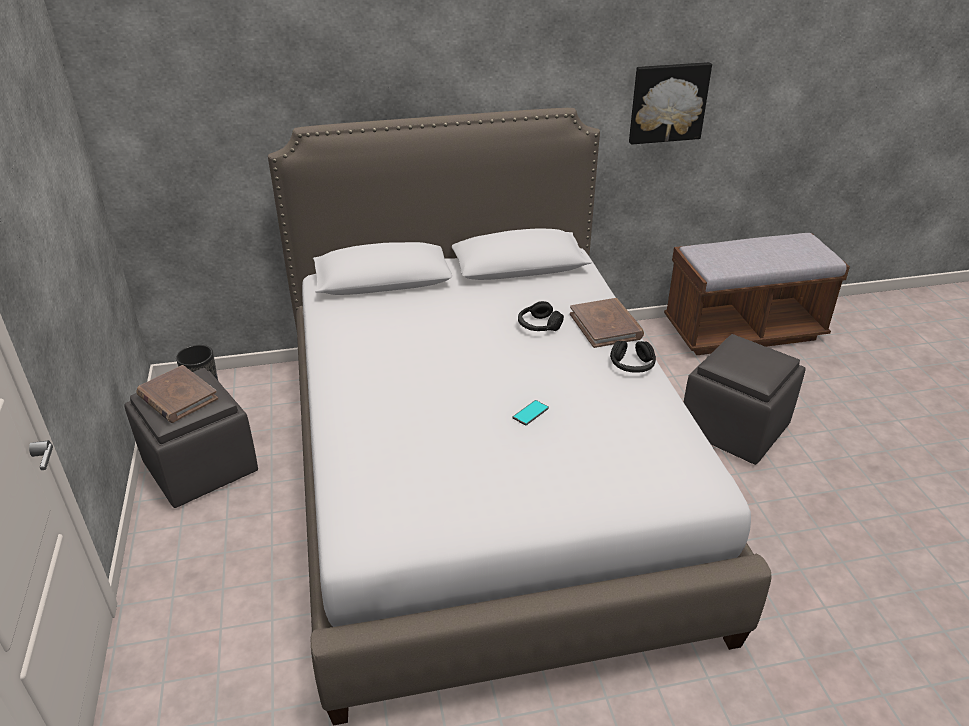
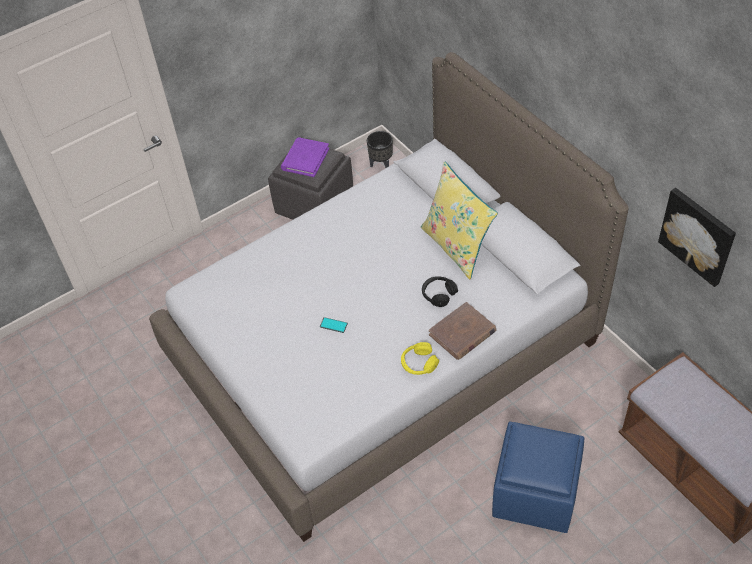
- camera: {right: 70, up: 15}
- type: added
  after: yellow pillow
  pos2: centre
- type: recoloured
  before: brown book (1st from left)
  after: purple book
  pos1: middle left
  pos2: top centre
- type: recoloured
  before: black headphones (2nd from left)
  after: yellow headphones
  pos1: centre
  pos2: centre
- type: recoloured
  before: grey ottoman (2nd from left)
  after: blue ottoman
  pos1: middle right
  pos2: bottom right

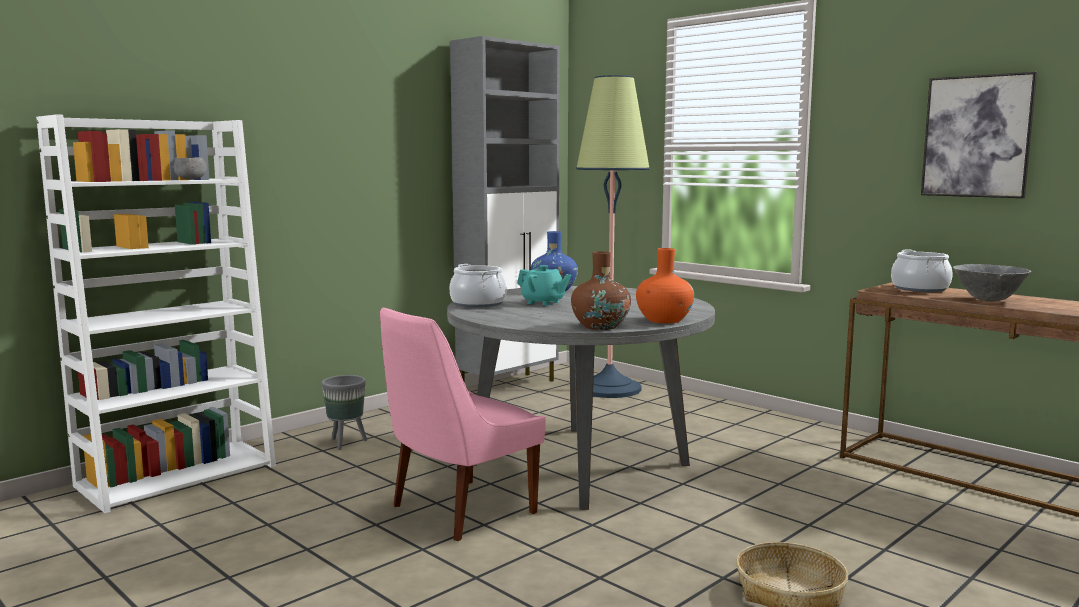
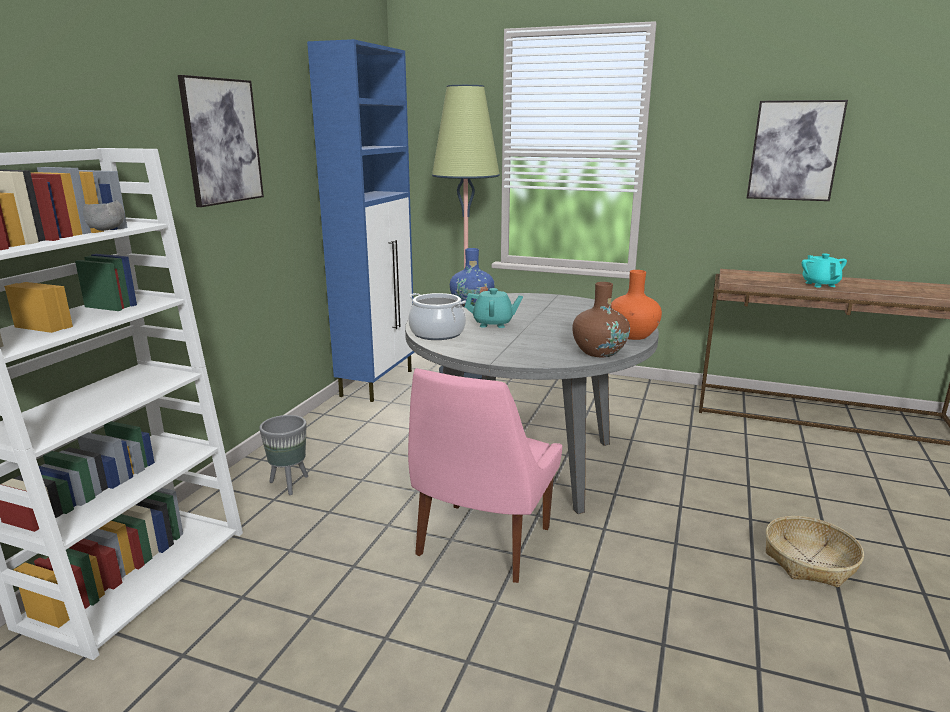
- camera: {right: -25, up: 10}
- type: removed
  before: cooking pot (2nd from left)
  pos1: middle right
- type: added
  after: picture (1st from left)
  pos2: top left
- type: replaced
  before: grey bowl (2nd from left)
  after: turquoise teapot (2nd from left)
  pos1: middle right
  pos2: middle right
- type: recoloured
  before: grey cabinet
  after: blue cabinet
  pos1: centre
  pos2: top centre

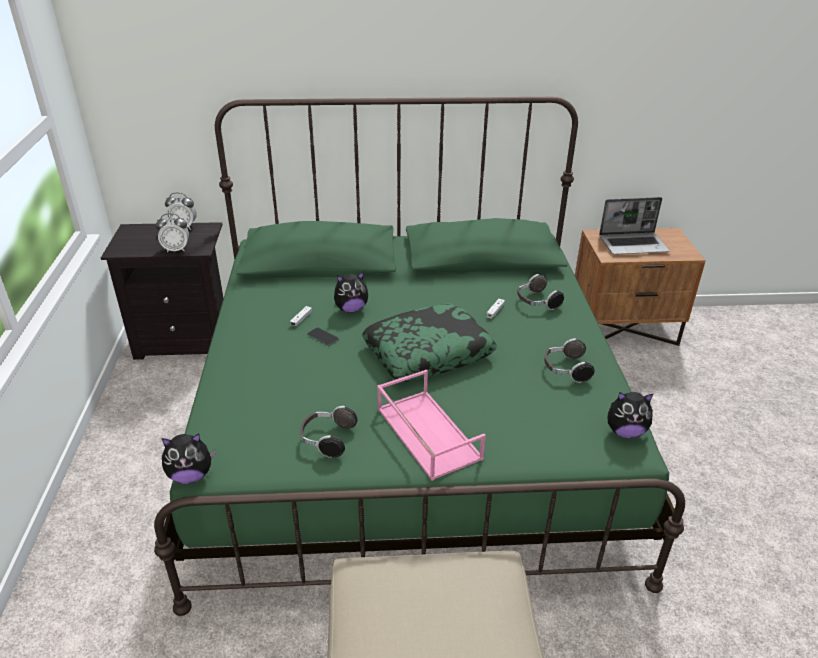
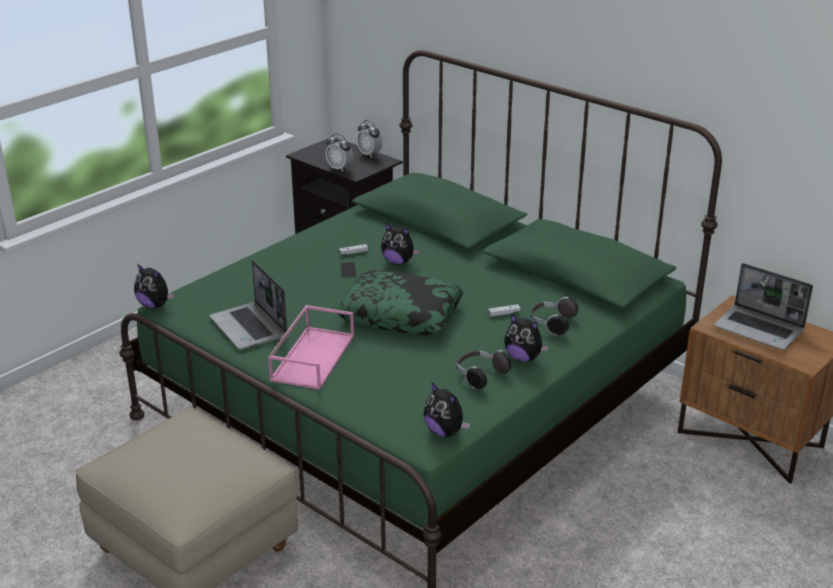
- camera: {right: 45, up: -5}
- type: added
  after: plush toy (4th from left)
  pos2: centre
- type: replaced
  before: headphones (1st from left)
  after: laptop (1st from left)
  pos1: centre
  pos2: middle left

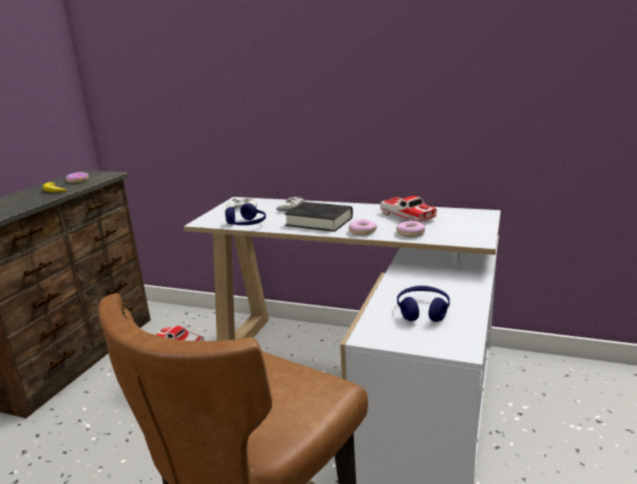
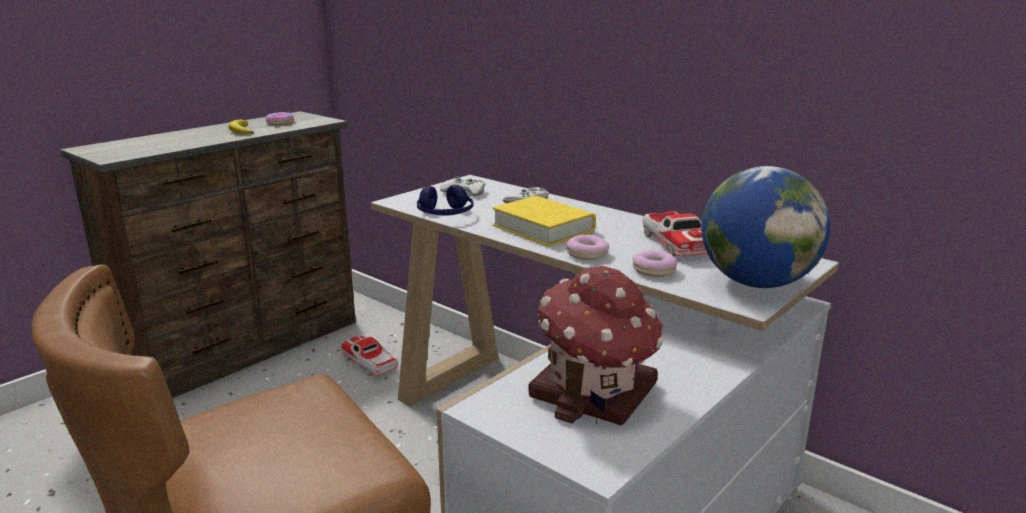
- camera: {right: 20, up: 0}
- type: added
  after: globe
  pos2: middle right
- type: replaced
  before: blue headphones (2nd from left)
  after: toy house
  pos1: centre
  pos2: bottom centre
- type: recoloured
  before: black book
  after: yellow book
  pos1: centre
  pos2: centre

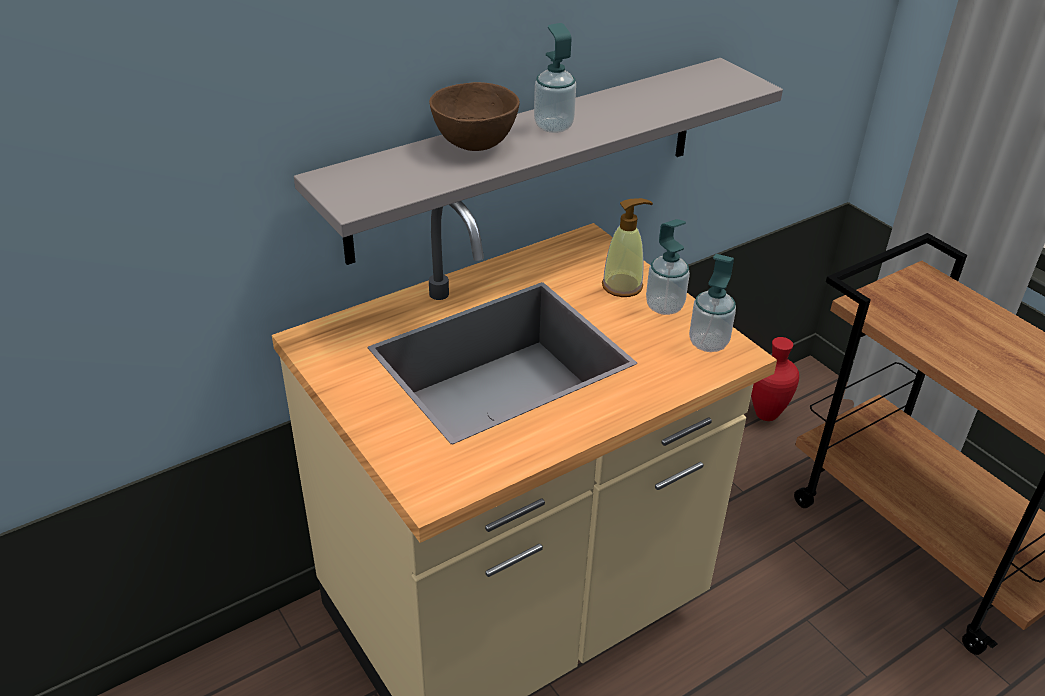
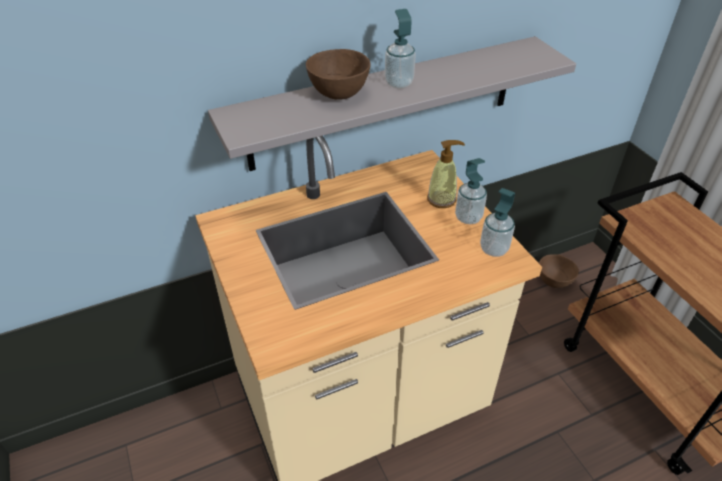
- camera: {right: 10, up: 5}
- type: replaced
  before: red vase
  after: brown bowl (2nd from left)
  pos1: middle right
  pos2: middle right

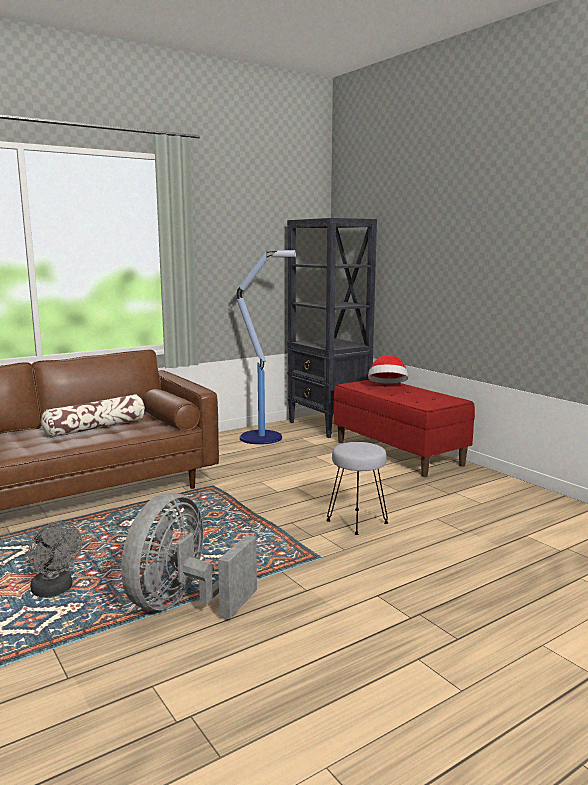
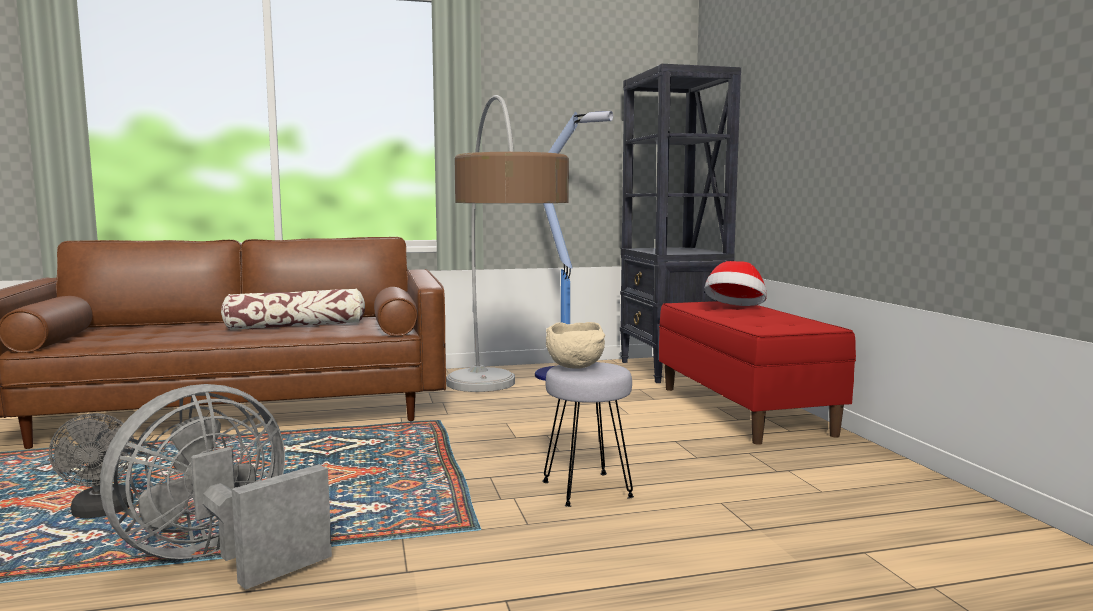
- camera: {right: 20, up: -5}
- type: added
  after: floor lamp (1st from left)
  pos2: centre
- type: added
  after: beige bowl
  pos2: centre

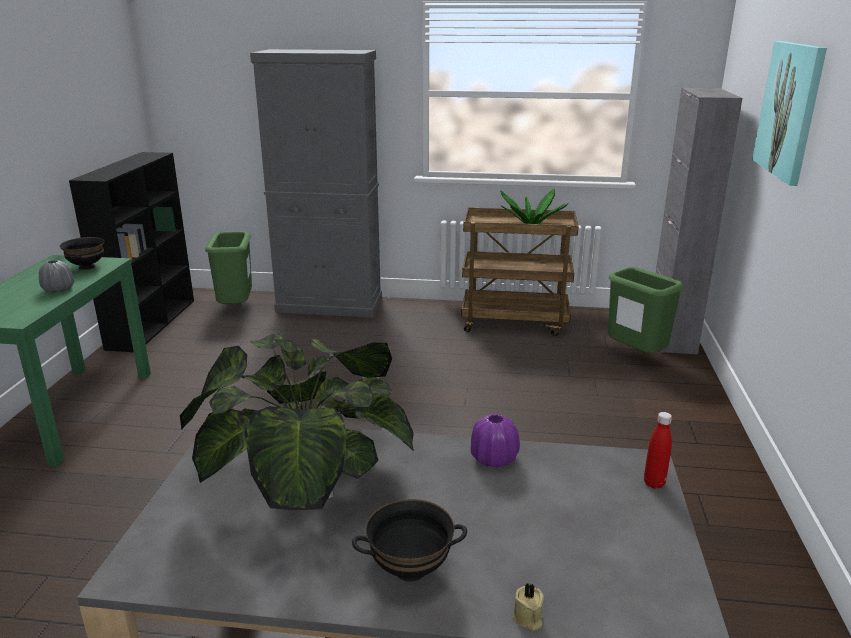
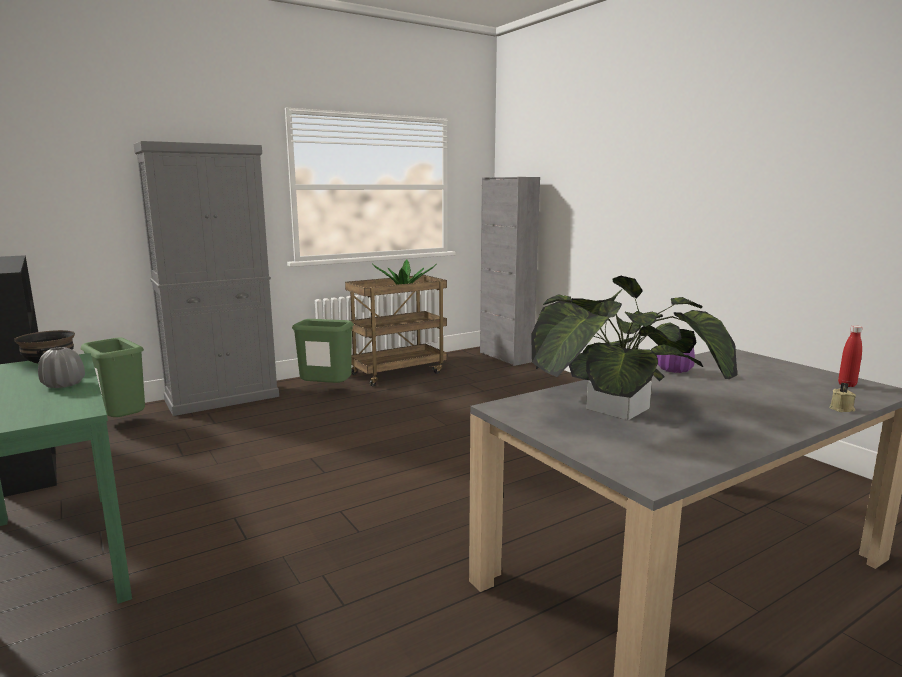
- camera: {right: -40, up: -10}
- type: removed
  before: black bowl (2nd from left)
  pos1: bottom centre
- type: removed
  before: picture
  pos1: top right
- type: moved
  before: green trash can (2nd from left)
  pos1: middle right
  pos2: centre
- type: moved
  before: red bottle
  pos1: bottom right
  pos2: middle right

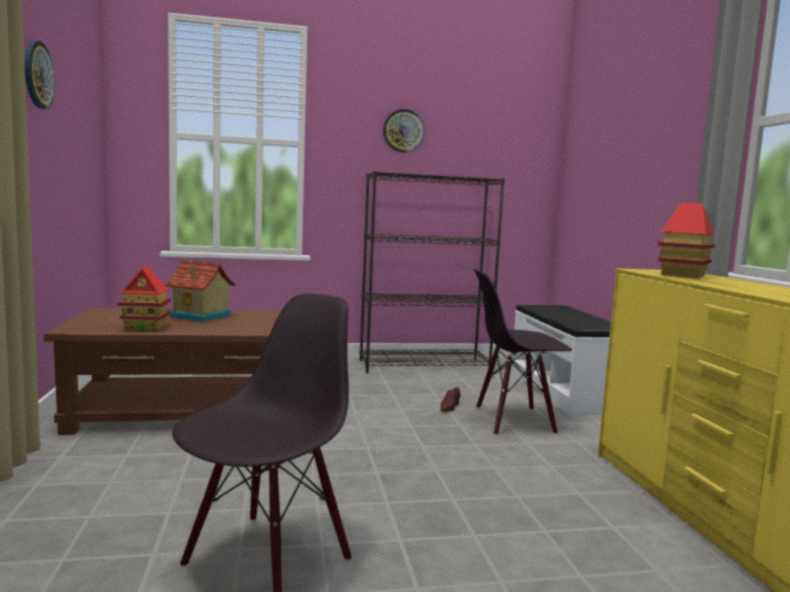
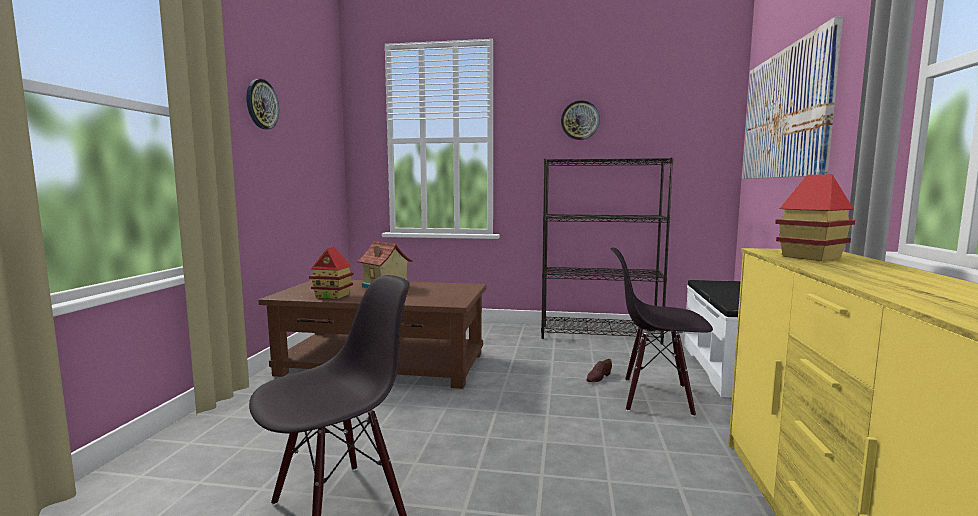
- camera: {right: 20, up: 0}
- type: added
  after: picture
  pos2: top right

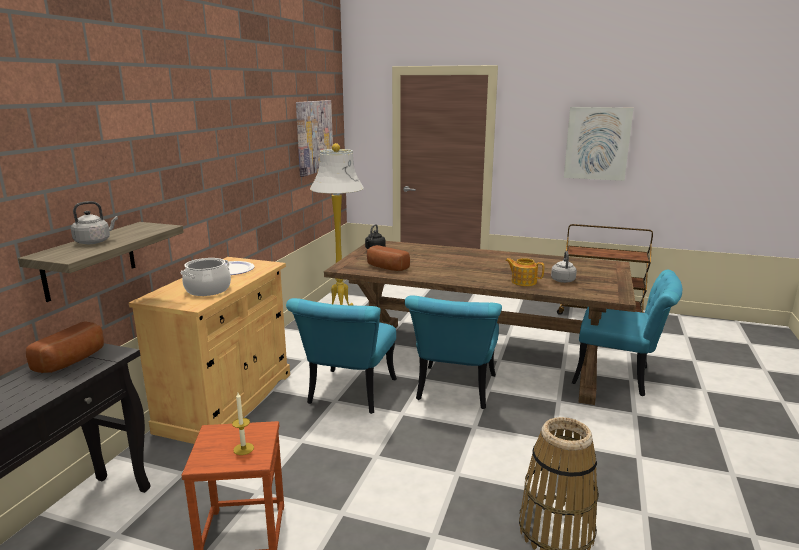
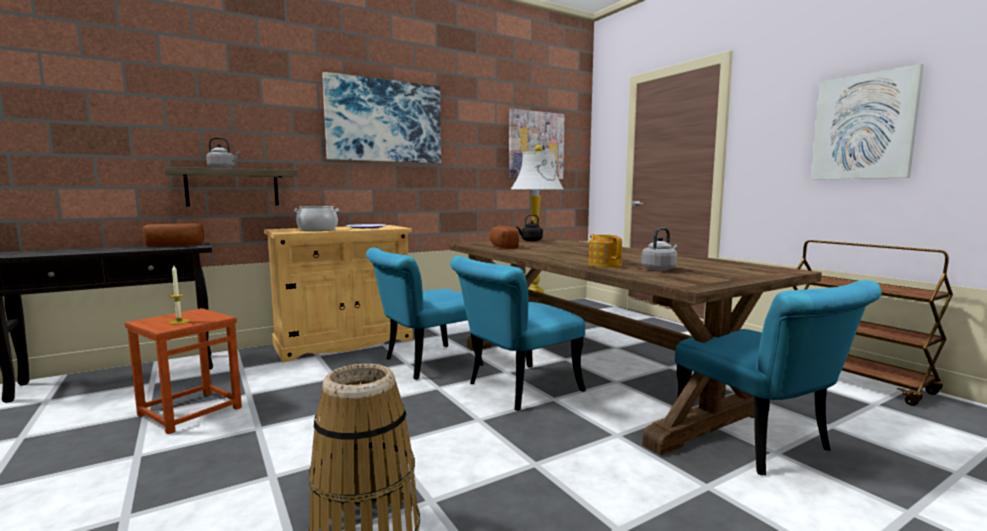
- camera: {right: 40, up: -10}
- type: added
  after: picture (1st from left)
  pos2: top centre

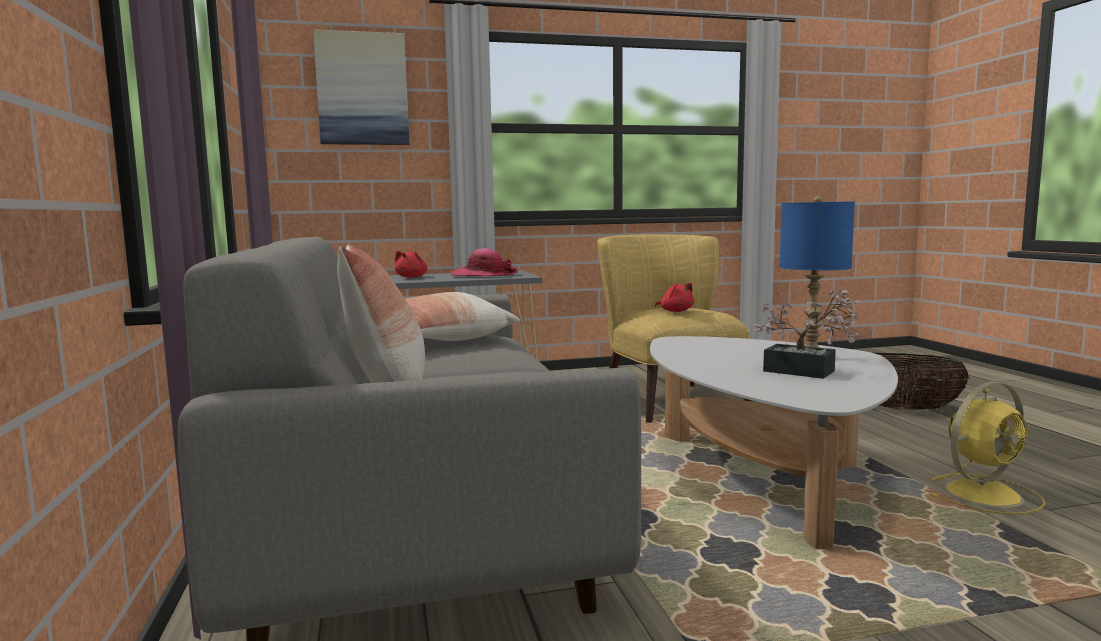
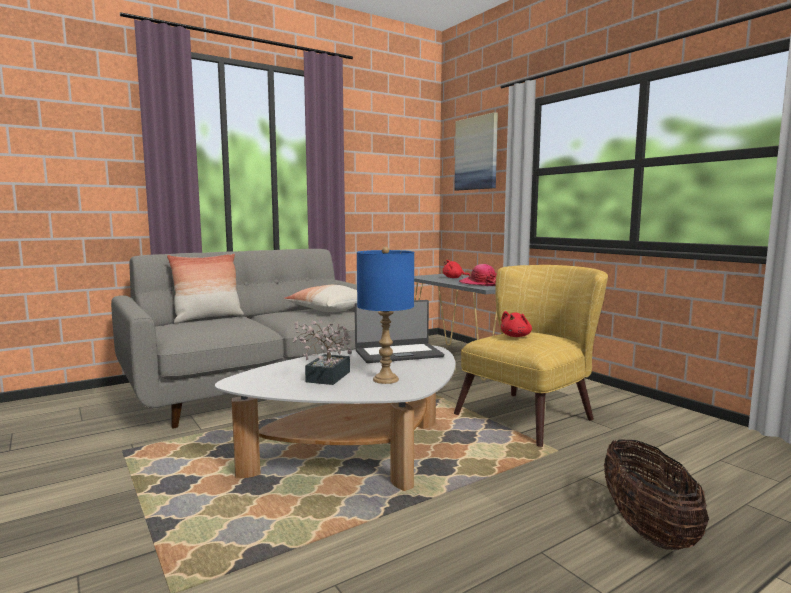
- camera: {right: 70, up: 0}
- type: removed
  before: yellow fan
  pos1: bottom right
- type: added
  after: laptop
  pos2: centre

